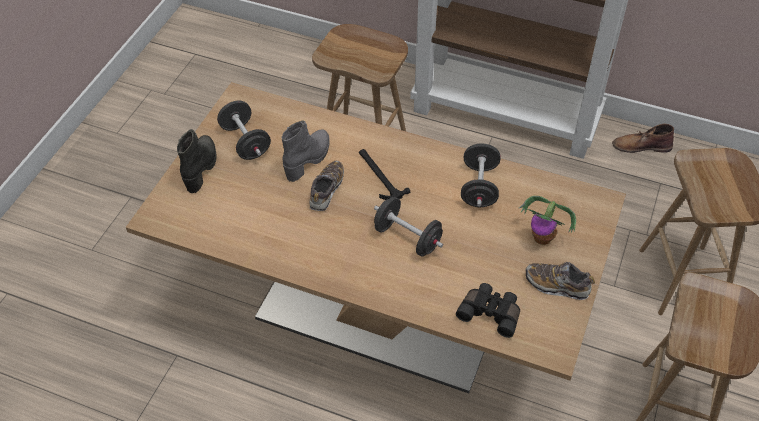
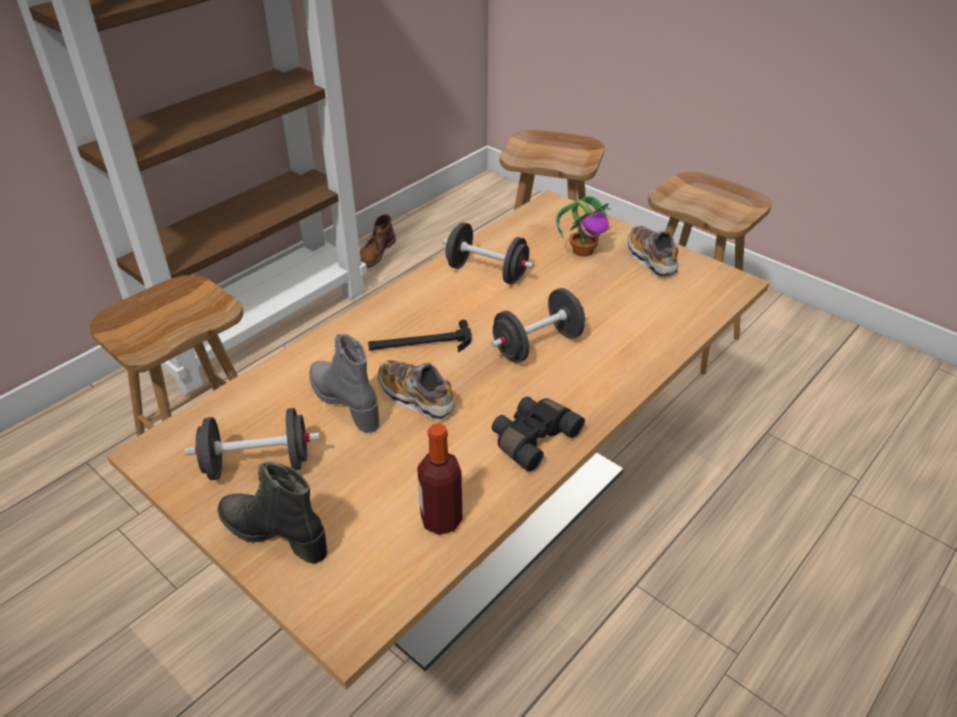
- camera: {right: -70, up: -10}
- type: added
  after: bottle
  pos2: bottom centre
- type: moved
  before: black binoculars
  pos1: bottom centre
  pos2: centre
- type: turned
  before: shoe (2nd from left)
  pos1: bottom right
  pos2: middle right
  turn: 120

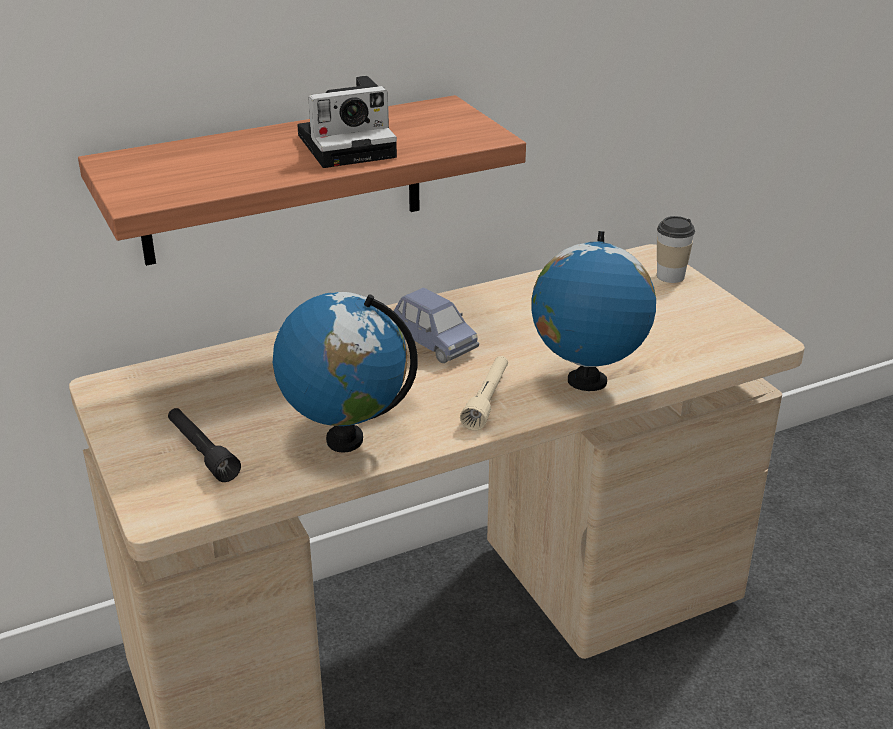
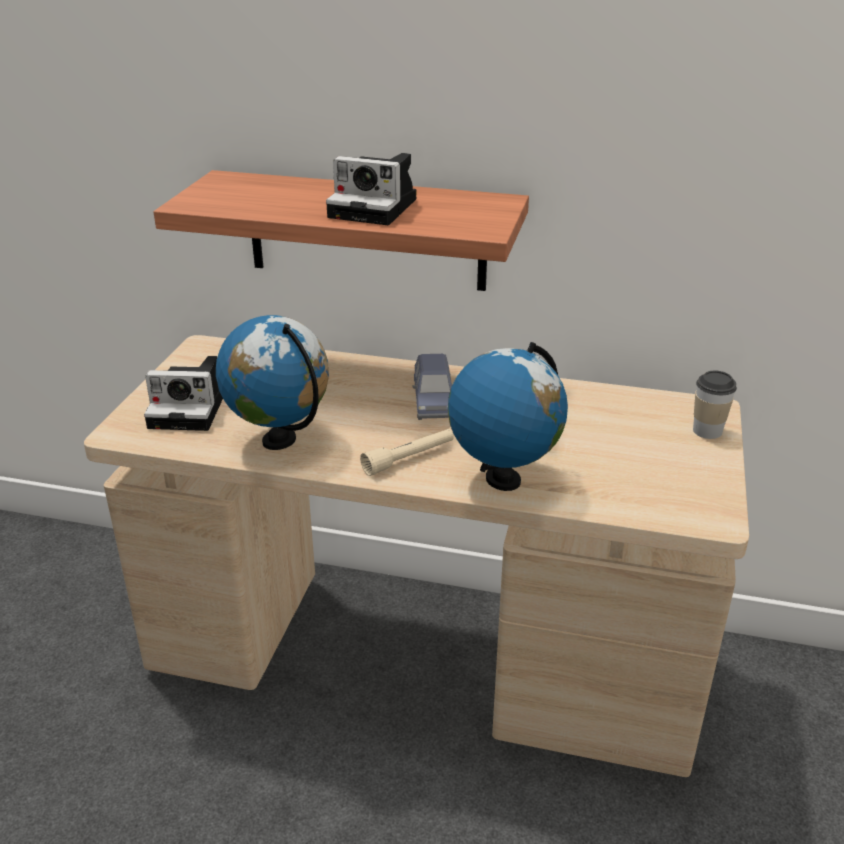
- camera: {right: 40, up: 0}
- type: replaced
  before: black flashlight
  after: photo camera (1st from left)
  pos1: middle left
  pos2: middle left

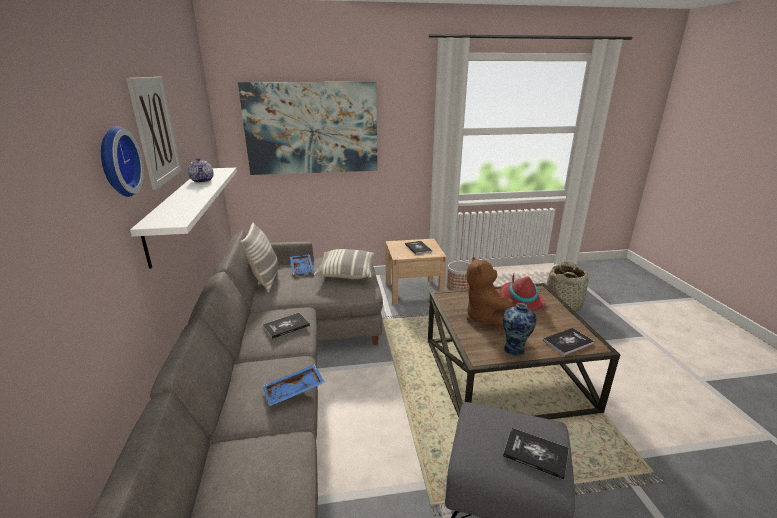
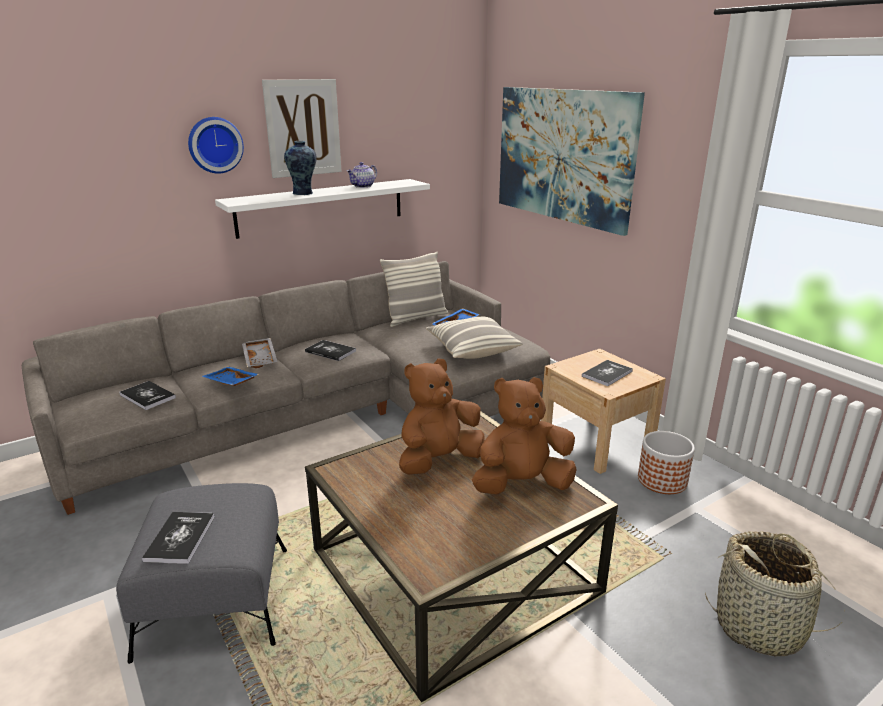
- camera: {right: 65, up: 0}
- type: added
  after: grey tray
  pos2: middle left
- type: moved
  before: vase
  pos1: middle right
  pos2: top centre
- type: moved
  before: book (4th from left in the first image)
  after: book (1st from left)
  pos1: middle right
  pos2: middle left
- type: replaced
  before: red hat
  after: brown plush toy (2nd from left)
  pos1: middle right
  pos2: centre

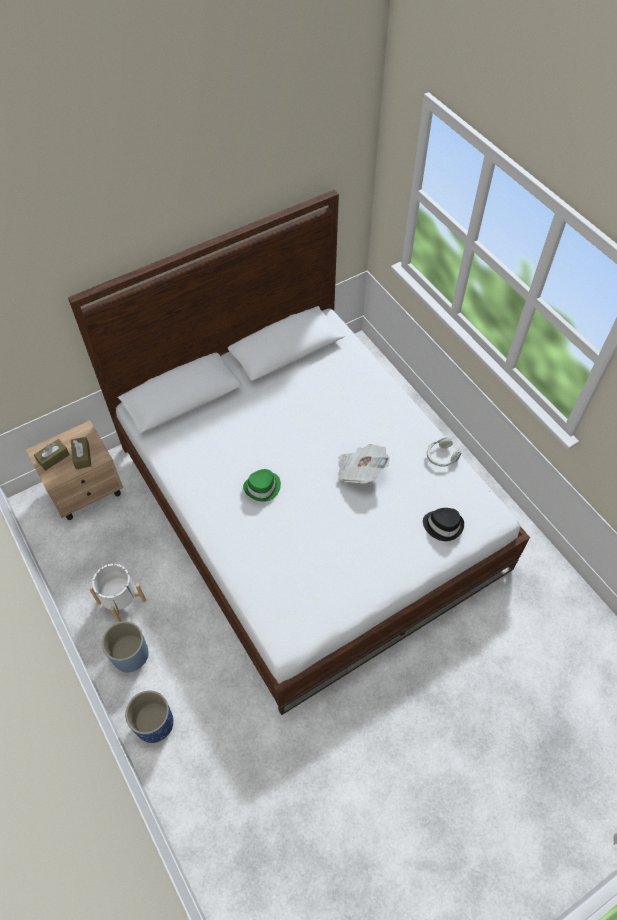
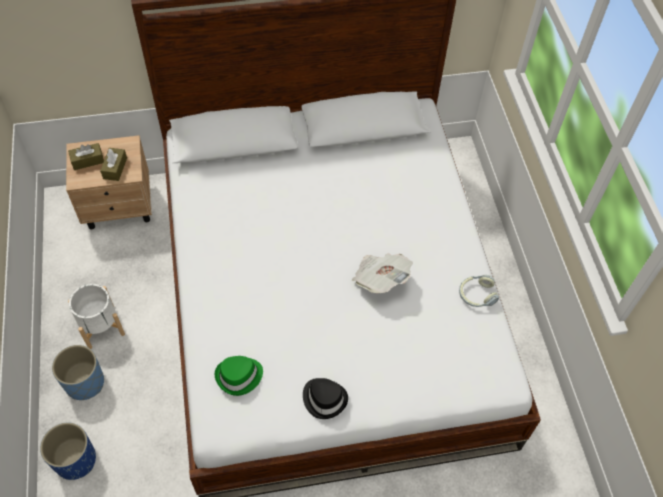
- camera: {right: 20, up: 0}
- type: moved
  before: green hat
  pos1: centre
  pos2: bottom centre
- type: moved
  before: black hat
  pos1: middle right
  pos2: bottom centre

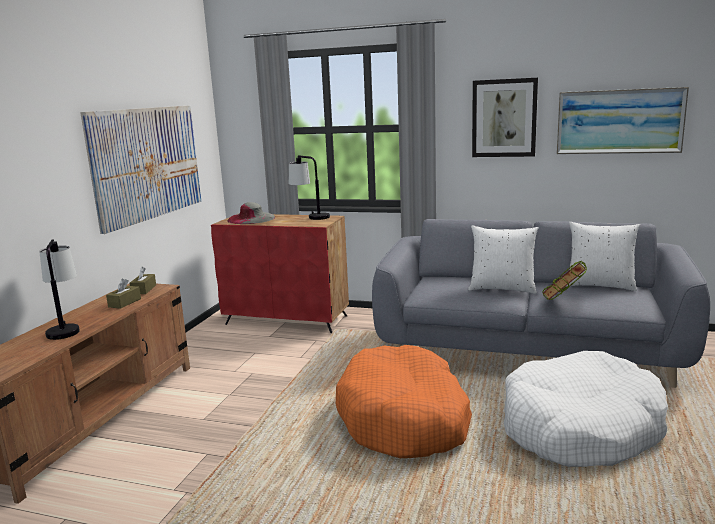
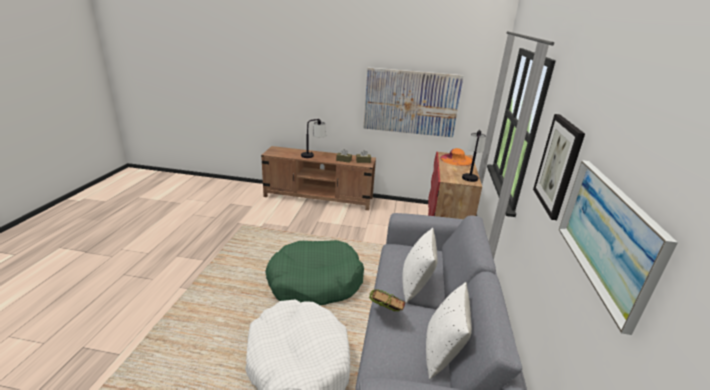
- camera: {right: 80, up: 10}
- type: recoloured
  before: grey hat
  after: orange hat
  pos1: centre
  pos2: centre
- type: recoloured
  before: orange dog bed
  after: green dog bed
  pos1: bottom centre
  pos2: bottom centre

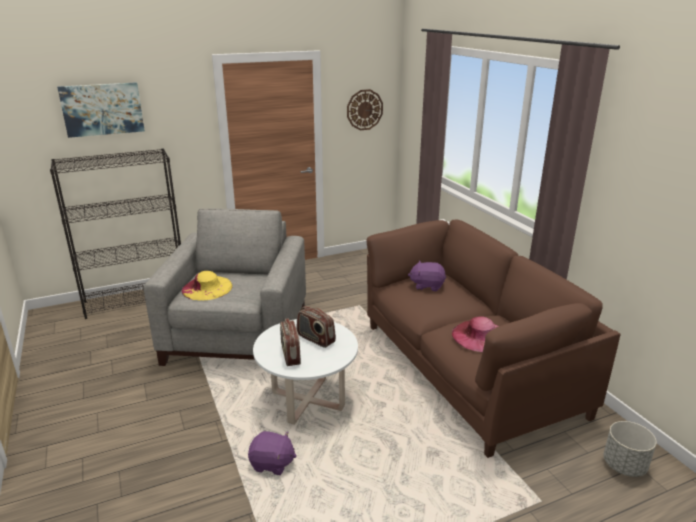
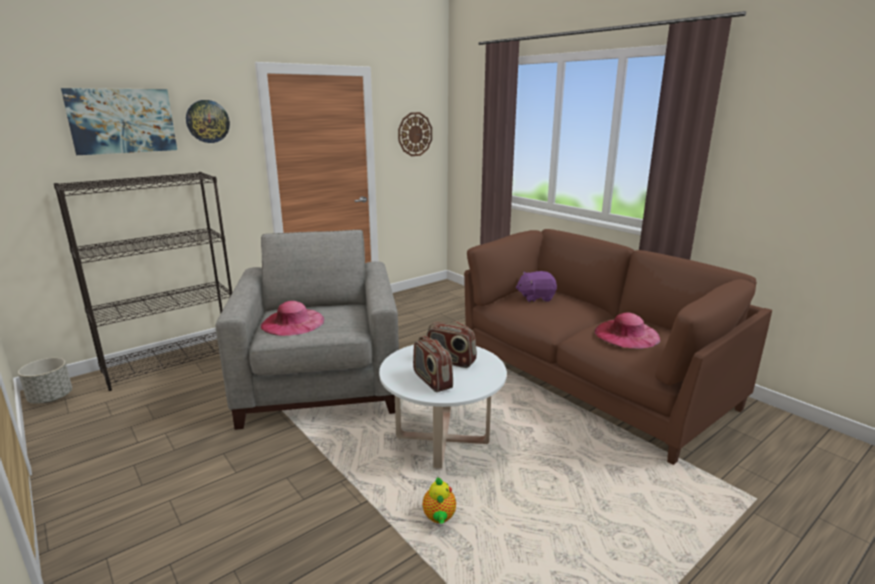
- camera: {right: -15, up: -5}
- type: added
  after: wall clock (1st from left)
  pos2: top left
- type: moved
  before: grey planter
  pos1: bottom right
  pos2: middle left
- type: replaced
  before: purple plush toy (1st from left)
  after: teapot
  pos1: bottom centre
  pos2: bottom centre
- type: recoloured
  before: yellow hat
  after: pink hat (1st from left)
  pos1: middle left
  pos2: centre

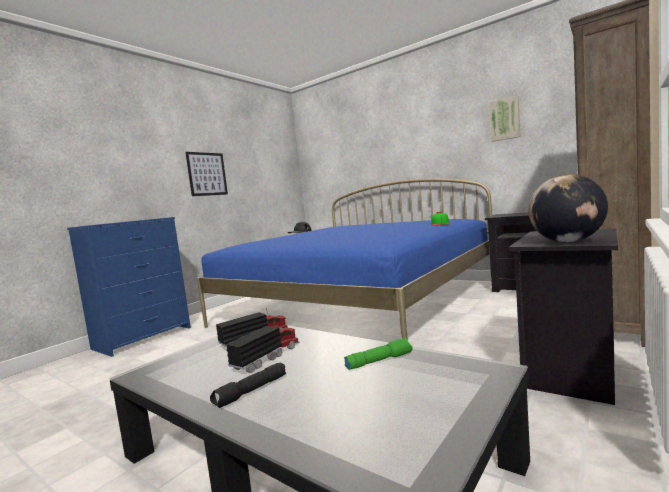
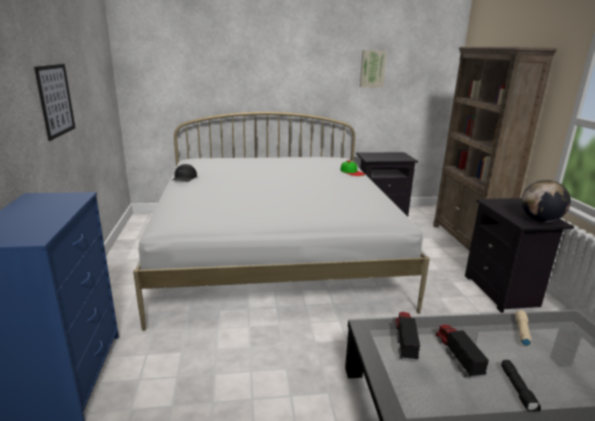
- camera: {right: -45, up: 15}
- type: recoloured
  before: blue bed
  after: white bed
  pos1: centre
  pos2: centre
- type: recoloured
  before: green flashlight
  after: beige flashlight
  pos1: bottom centre
  pos2: bottom right

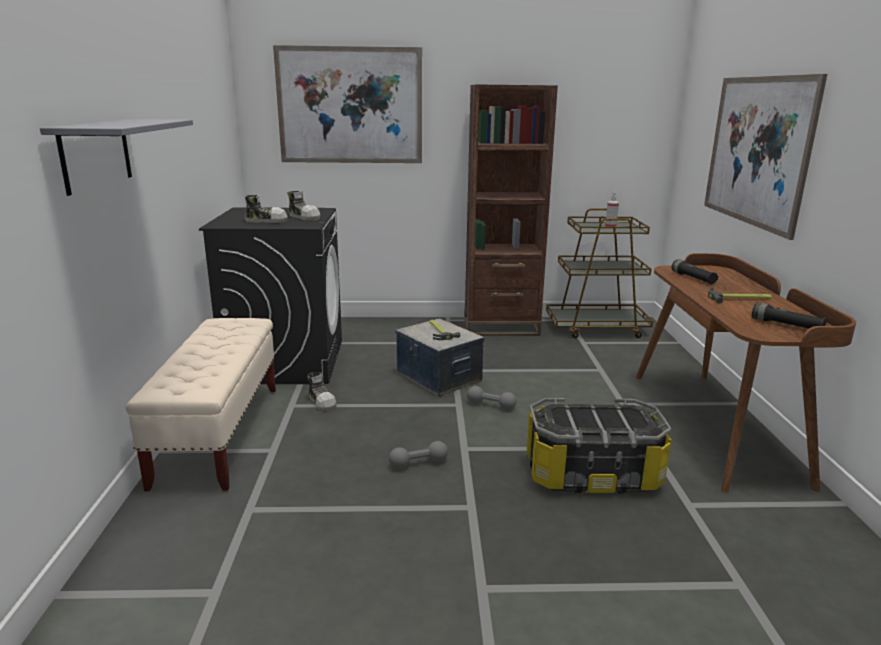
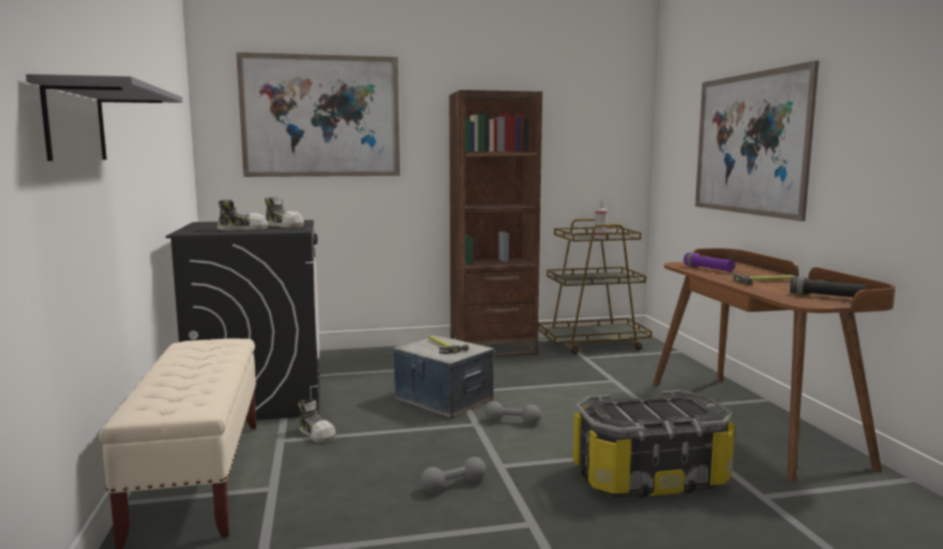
- camera: {right: -10, up: -10}
- type: recoloured
  before: black flashlight (1st from left)
  after: purple flashlight
  pos1: middle right
  pos2: middle right

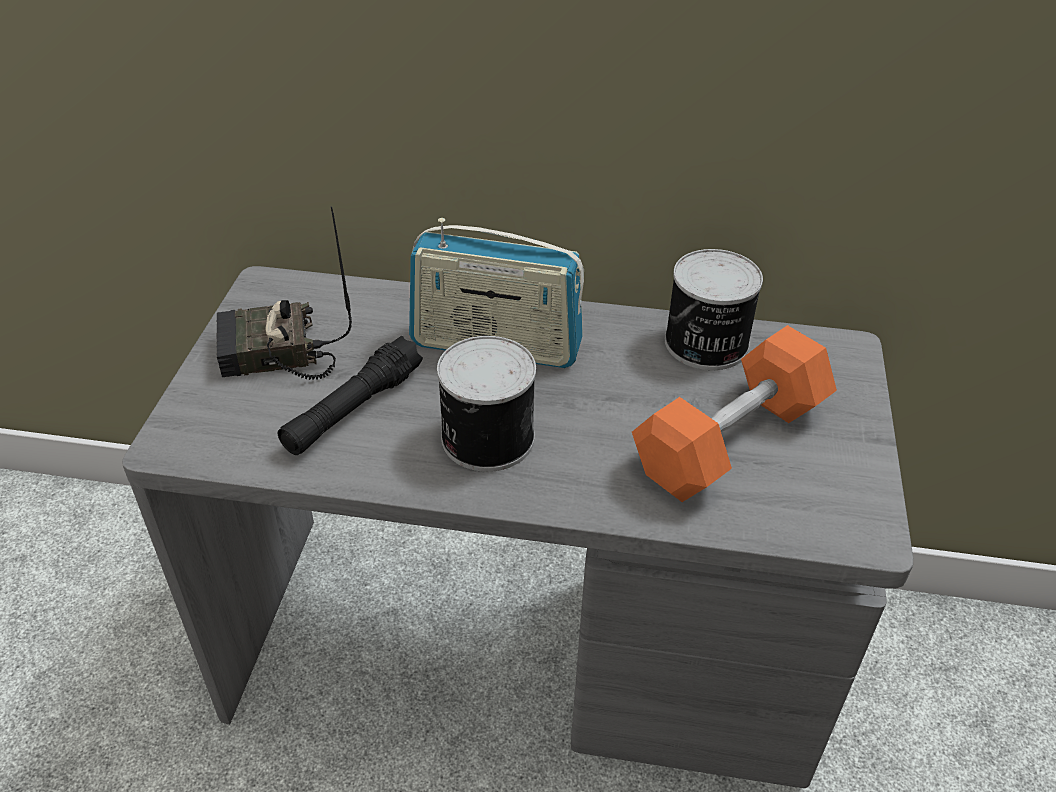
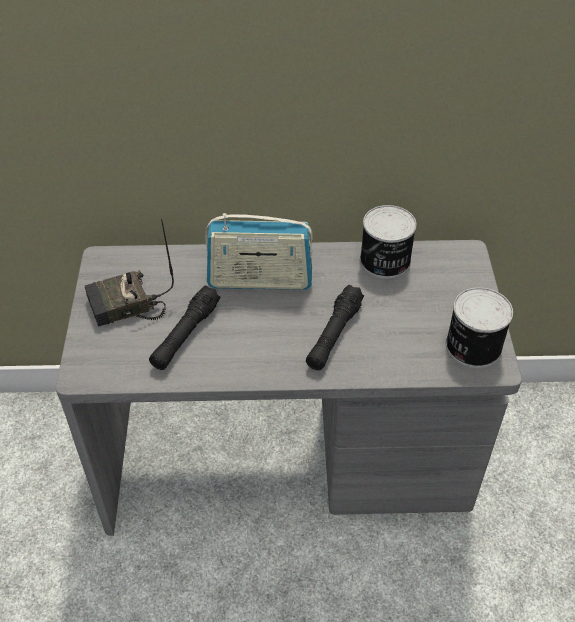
- camera: {right: -10, up: 5}
- type: removed
  before: orange dumbbell
  pos1: middle right
- type: added
  after: black flashlight (2nd from left)
  pos2: centre
- type: moved
  before: can (1st from left in the first image)
  after: can (2nd from left)
  pos1: centre
  pos2: middle right

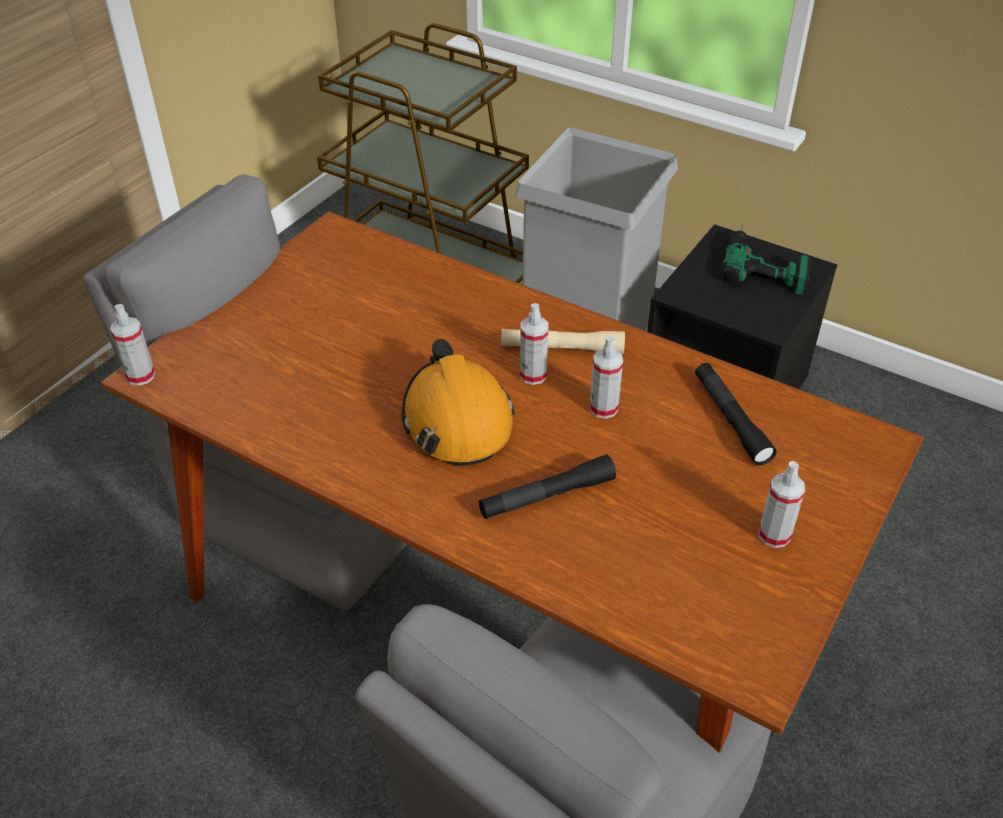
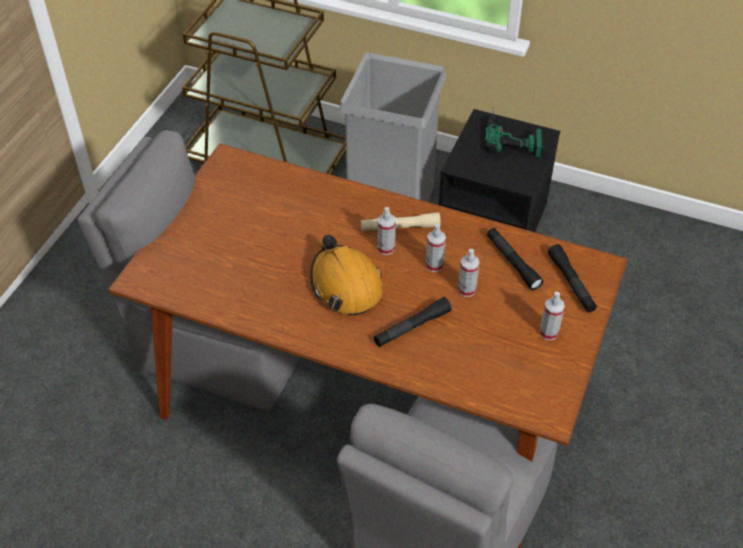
- camera: {right: -10, up: 5}
- type: added
  after: black flashlight (3rd from left)
  pos2: middle right
- type: moved
  before: spray bottle (1st from left in the first image)
  after: spray bottle (3rd from left)
  pos1: middle left
  pos2: centre

